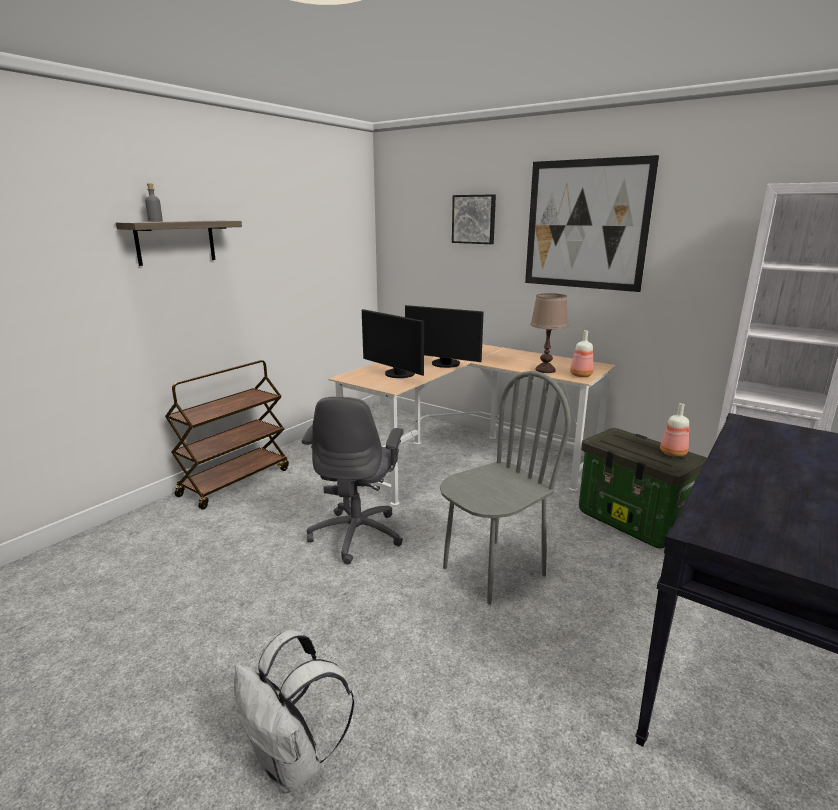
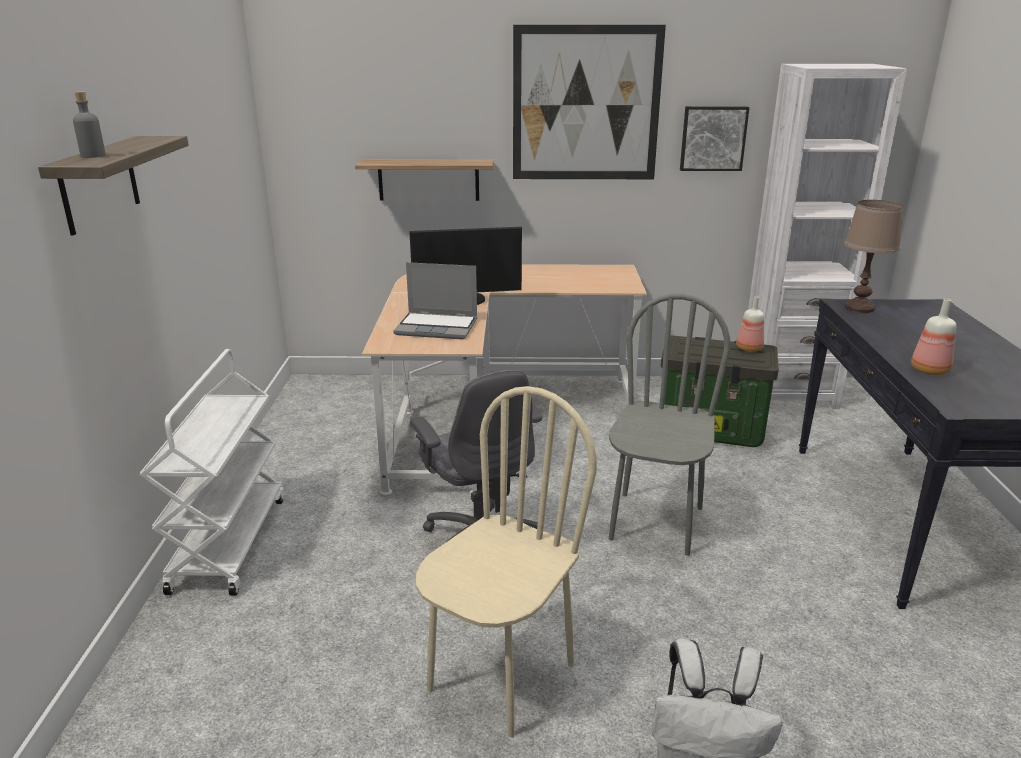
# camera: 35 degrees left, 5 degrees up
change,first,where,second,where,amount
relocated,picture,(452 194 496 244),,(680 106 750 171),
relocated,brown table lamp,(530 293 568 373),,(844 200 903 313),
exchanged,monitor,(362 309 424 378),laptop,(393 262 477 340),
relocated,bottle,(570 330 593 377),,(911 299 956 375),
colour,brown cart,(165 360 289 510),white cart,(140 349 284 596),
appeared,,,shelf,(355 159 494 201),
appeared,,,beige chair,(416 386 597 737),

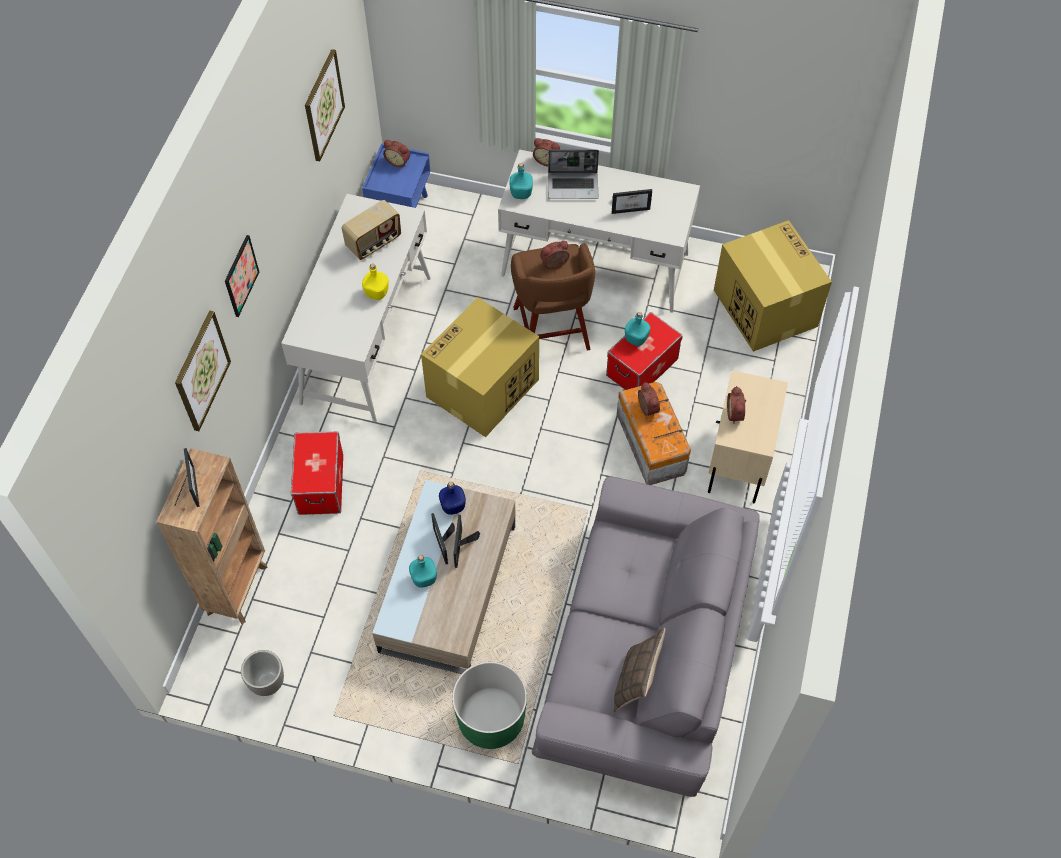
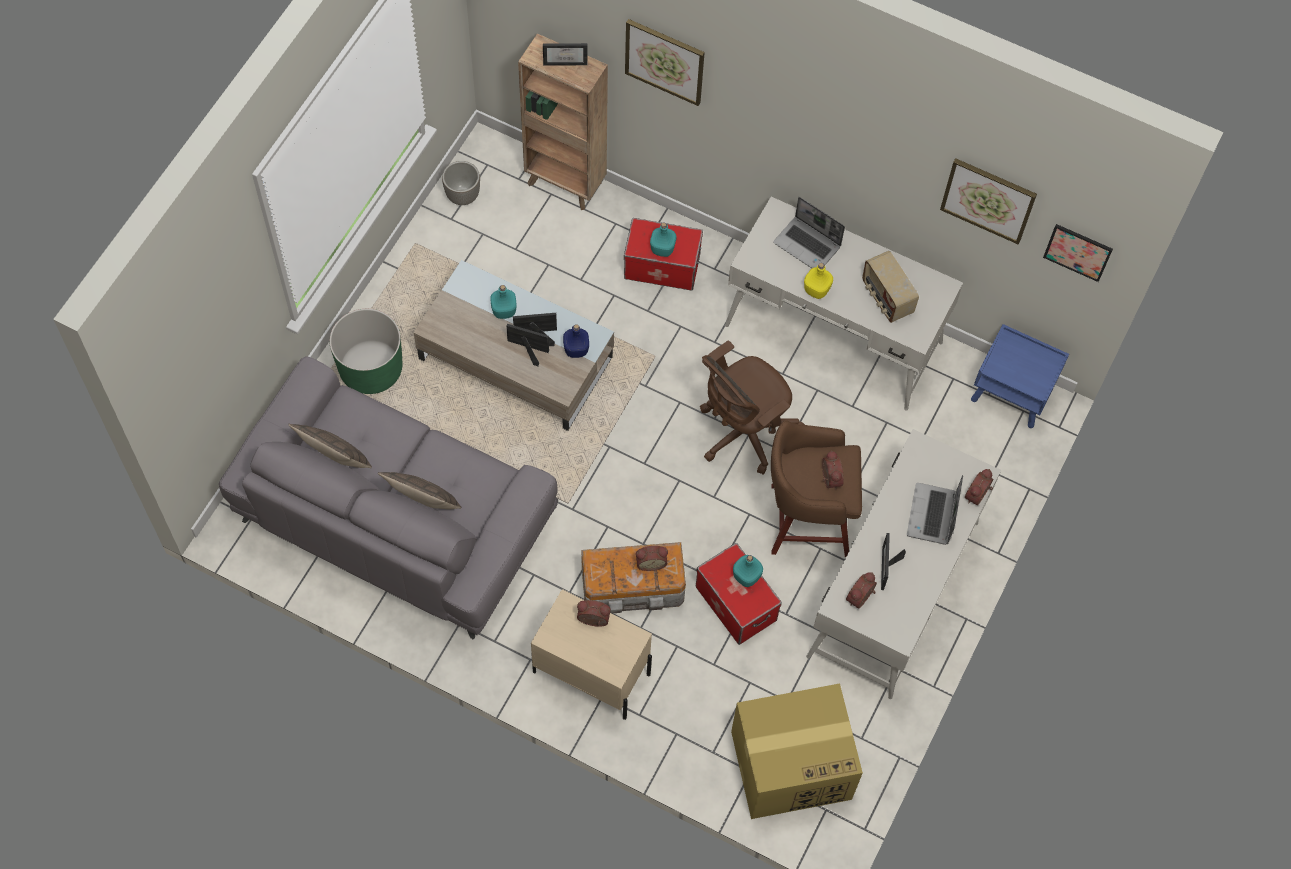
# camera: 100 degrees right, 5 degrees up
change,first,where,second,where,amount
relocated,alarm clock,(383 140 410 167),,(846 572 877 609),
relocated,turquoise bottle,(510 163 533 199),,(650 222 676 257),
relocated,picture,(225 235 259 317),,(1043 224 1113 282),
exchanged,cardboard box,(421 297 539 437),brown office chair,(700 340 805 475),
appeared,,,laptop,(773 197 845 268),
appeared,,,pillow,(378 472 461 509),

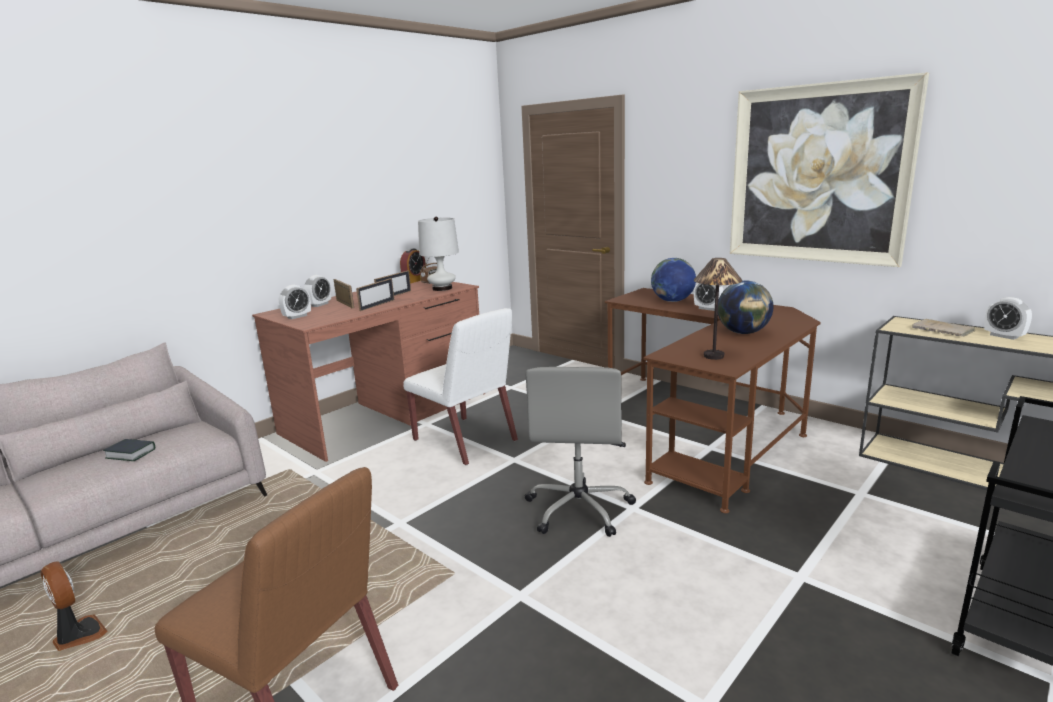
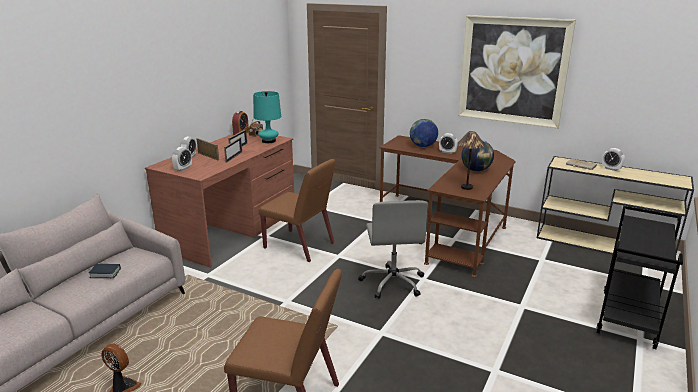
# camera: 15 degrees left, 5 degrees up
change,first,where,second,where,amount
colour,white table lamp,(418 217 459 291),turquoise table lamp,(253 91 281 143),
colour,white chair,(403 308 518 466),brown chair,(259 159 335 262),

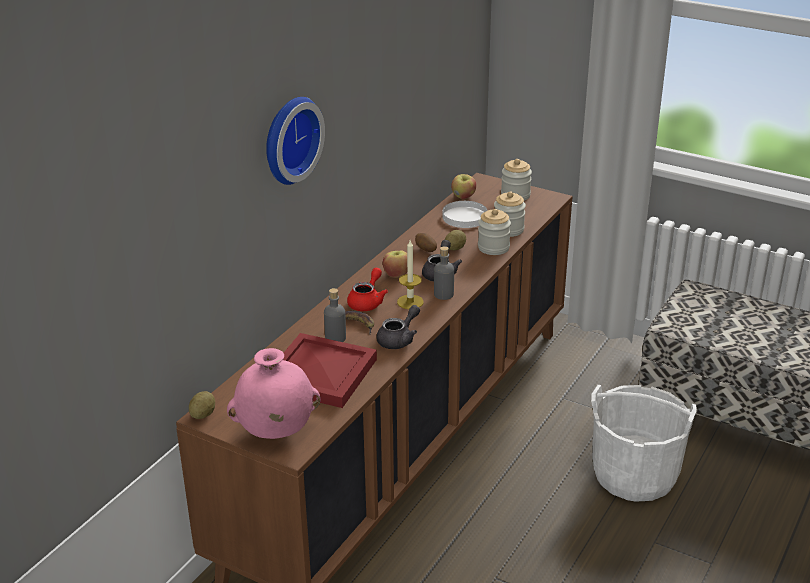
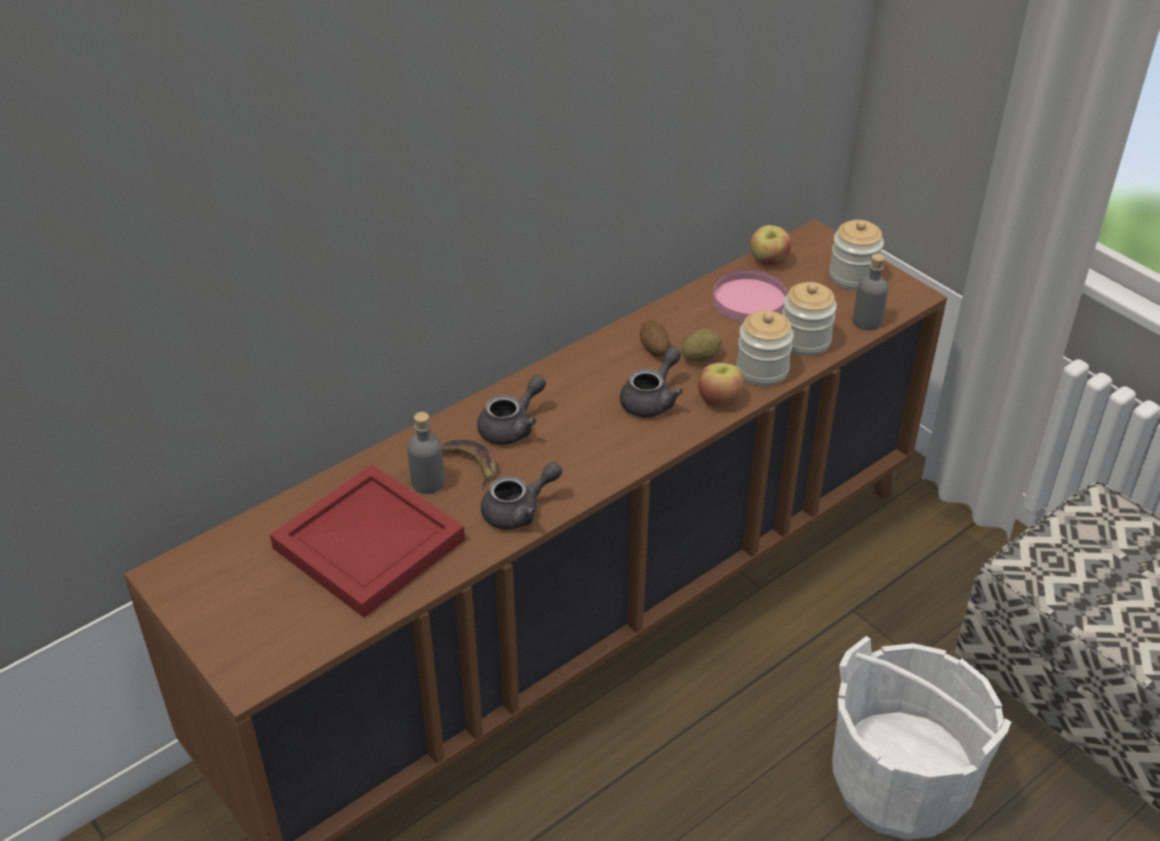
# camera: 20 degrees right, 10 degrees up
change,first,where,second,where,amount
missing,wall clock,(266 97 325 185),,,
colour,white plate,(442 201 488 228),pink plate,(713 270 788 323),
missing,candle,(397 240 424 309),,,
relocated,grey bottle,(434 246 454 300),,(853 254 889 331),
relocated,apple,(383 251 407 278),,(698 363 744 407),
colour,red teapot,(347 268 388 311),grey teapot,(477 375 546 445),
missing,pink vase,(227 348 321 439),,,
missing,potato,(189 391 215 419),,,

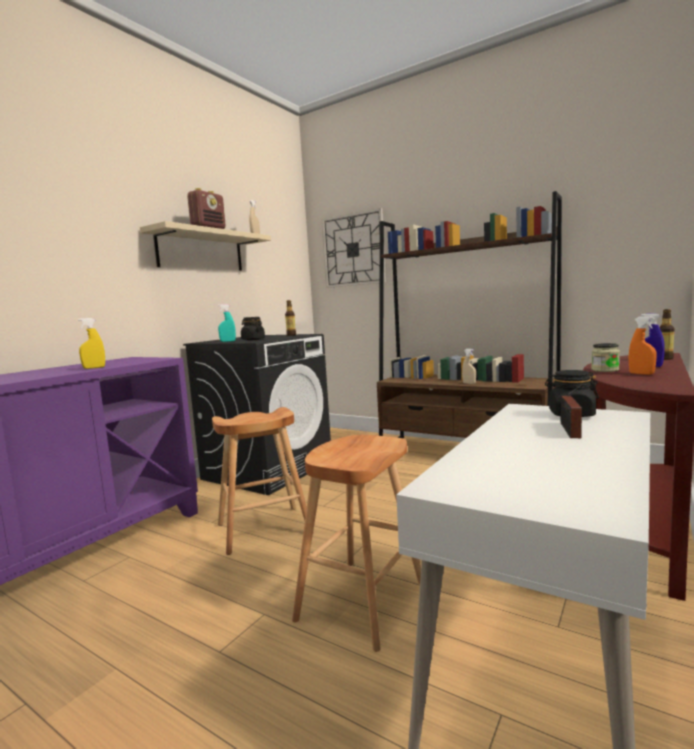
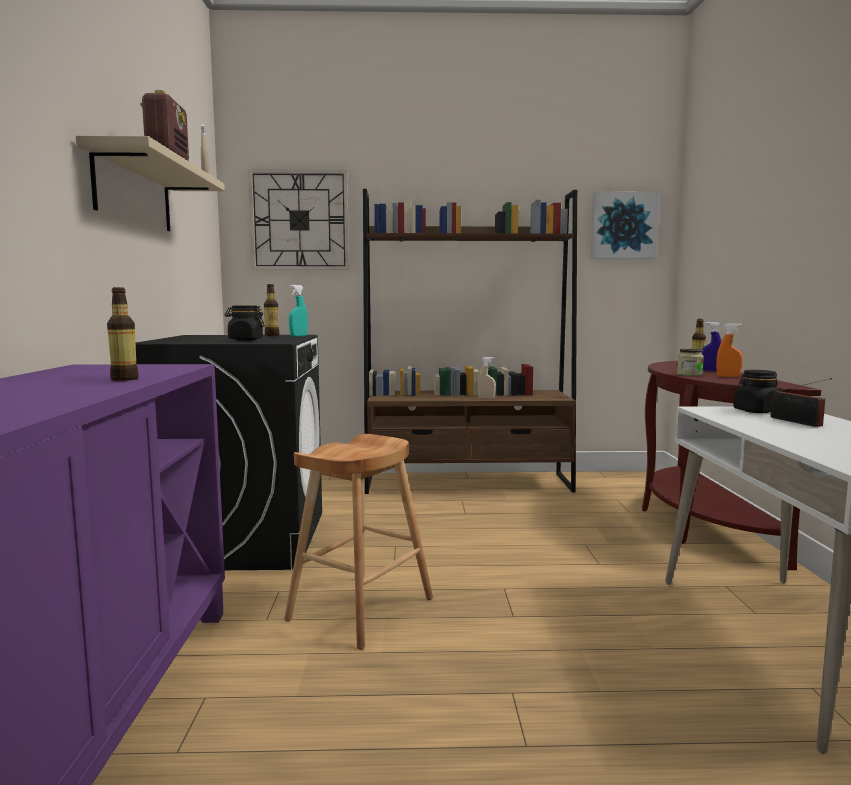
# camera: 35 degrees left, 0 degrees up
change,first,where,second,where,amount
relocated,turquoise spray bottle,(218 304 236 342),,(289 285 308 337),
exchanged,yellow spray bottle,(78 318 105 369),bottle,(107 287 139 381),
missing,brown stool,(292 435 421 652),,,
appeared,,,picture,(591 191 660 259),

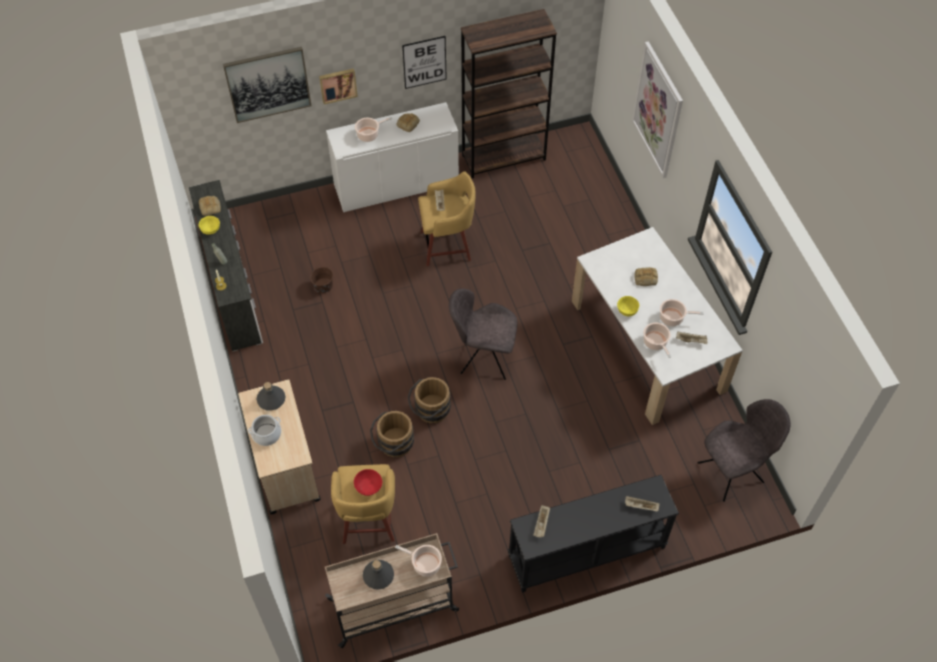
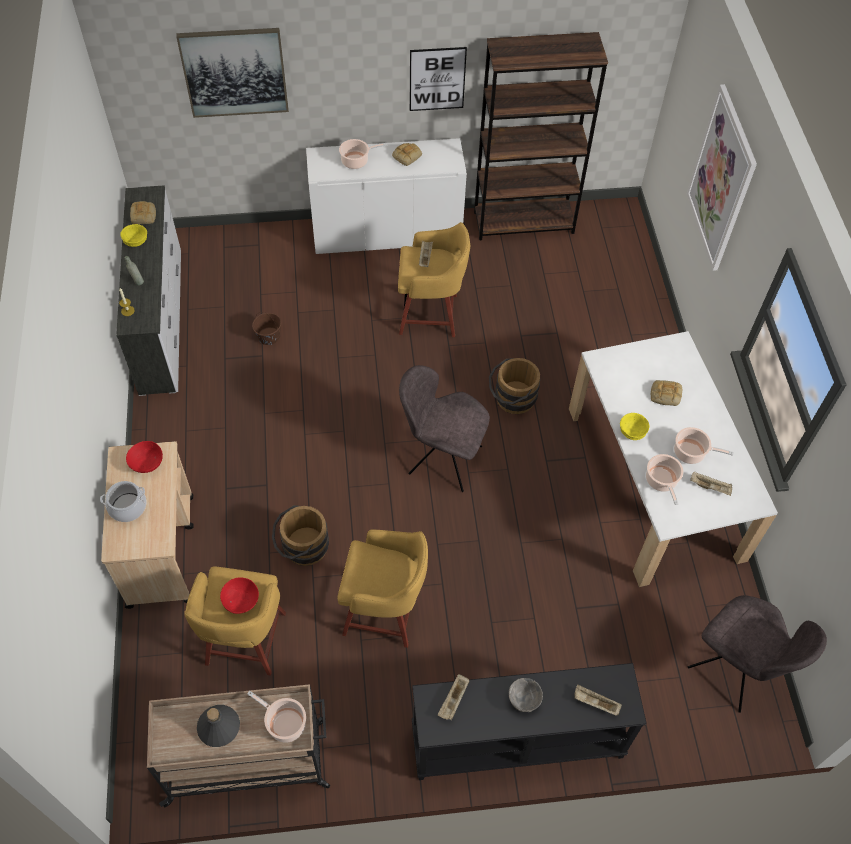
# camera: 10 degrees right, 0 degrees up
change,first,where,second,where,amount
missing,picture,(319 68 358 104),,,
relocated,brown bucket,(408 377 451 423),,(489 358 540 414),
exchanged,grey bottle,(257 382 286 411),red bowl,(126 441 163 473),
spun,grey chair,(698 399 790 502),,(688 595 827 713),60 degrees clockwise
appeared,,,yellow stool,(337 529 428 648),
appeared,,,grey bowl,(508 678 543 712),

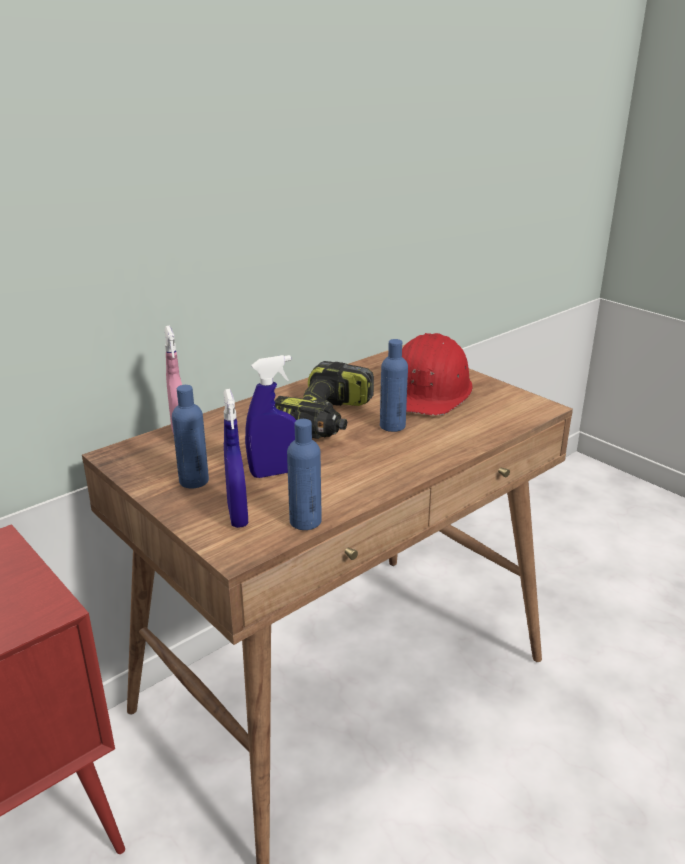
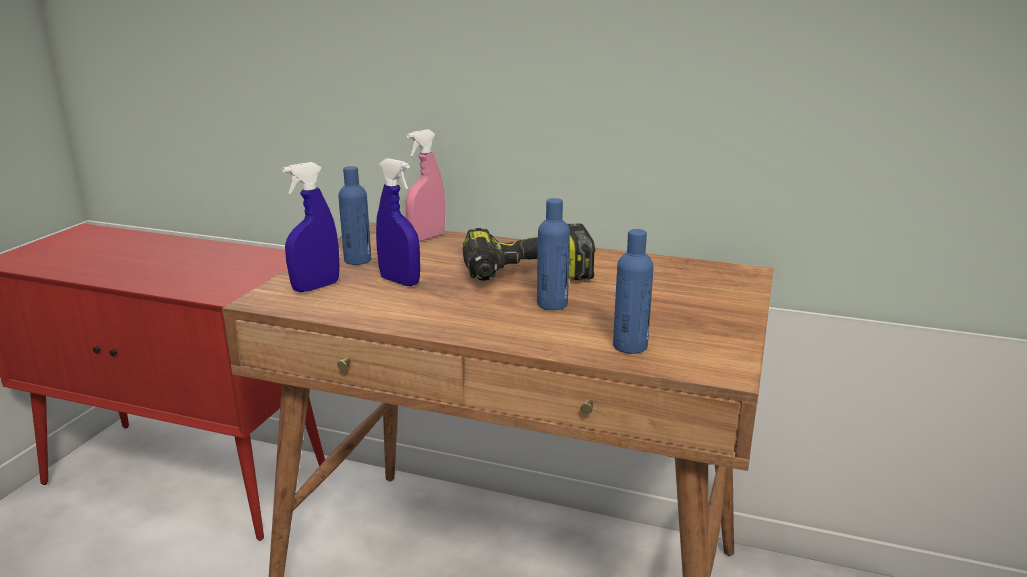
# camera: 60 degrees right, 5 degrees down
change,first,where,second,where,amount
missing,red hard hat,(402 333 473 415),,,
relocated,blue bottle,(287 419 322 530),,(613 229 653 354),

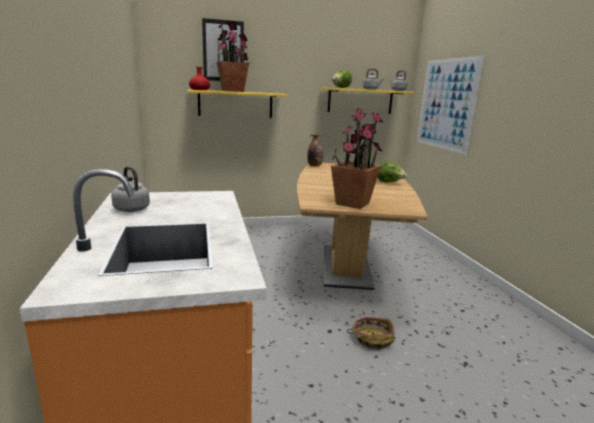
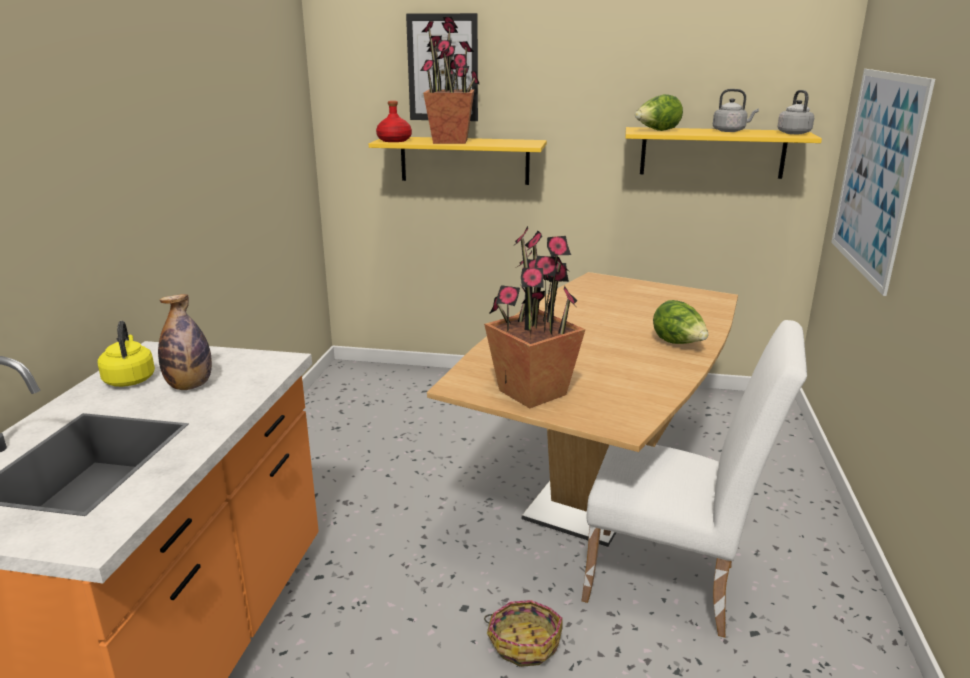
# camera: 25 degrees right, 5 degrees up
change,first,where,second,where,amount
relocated,bottle,(307 134 323 166),,(158 294 212 390),
colour,grey kettle,(111 166 150 212),yellow kettle,(97 321 155 387),
appeared,,,white chair,(582 320 807 638),

